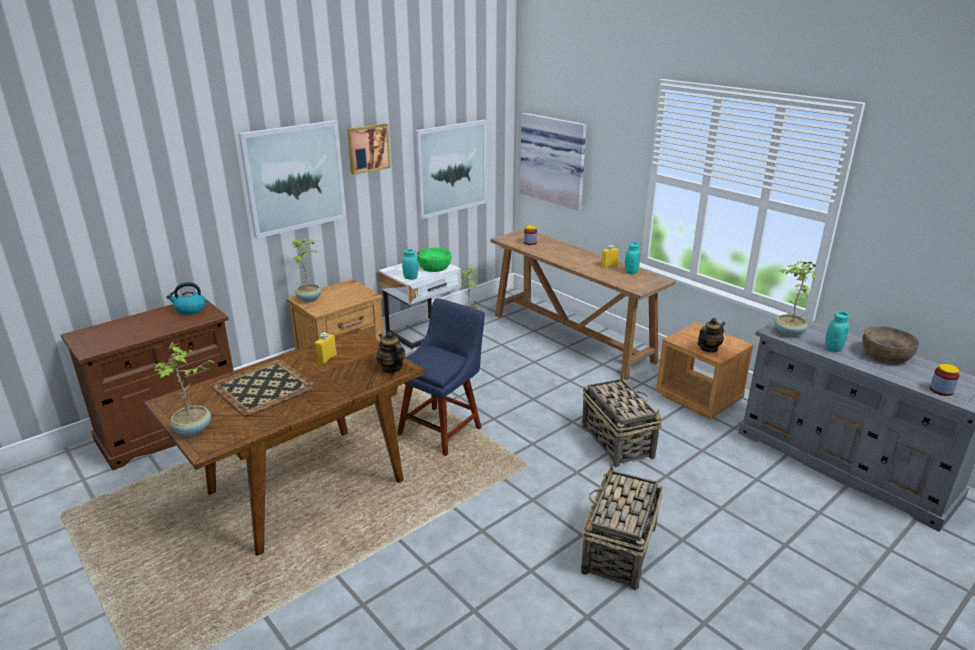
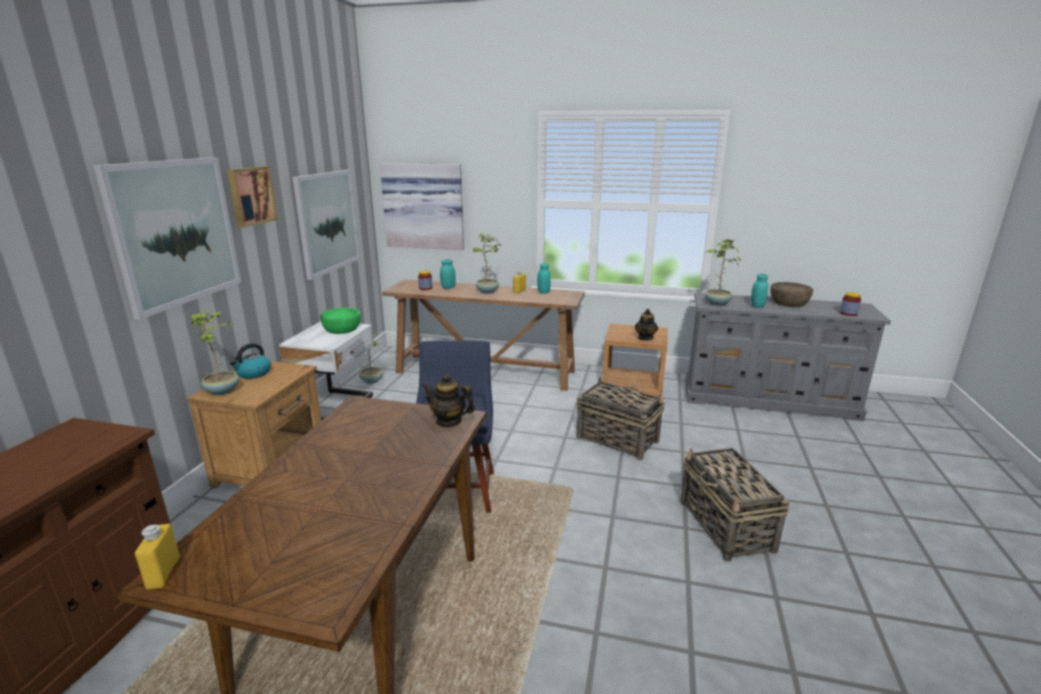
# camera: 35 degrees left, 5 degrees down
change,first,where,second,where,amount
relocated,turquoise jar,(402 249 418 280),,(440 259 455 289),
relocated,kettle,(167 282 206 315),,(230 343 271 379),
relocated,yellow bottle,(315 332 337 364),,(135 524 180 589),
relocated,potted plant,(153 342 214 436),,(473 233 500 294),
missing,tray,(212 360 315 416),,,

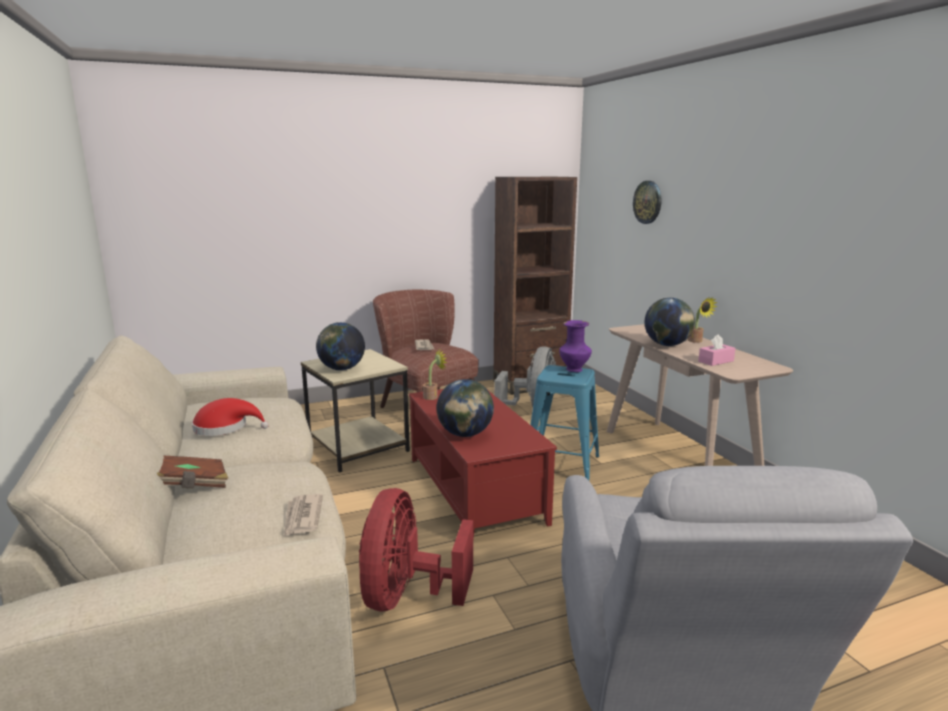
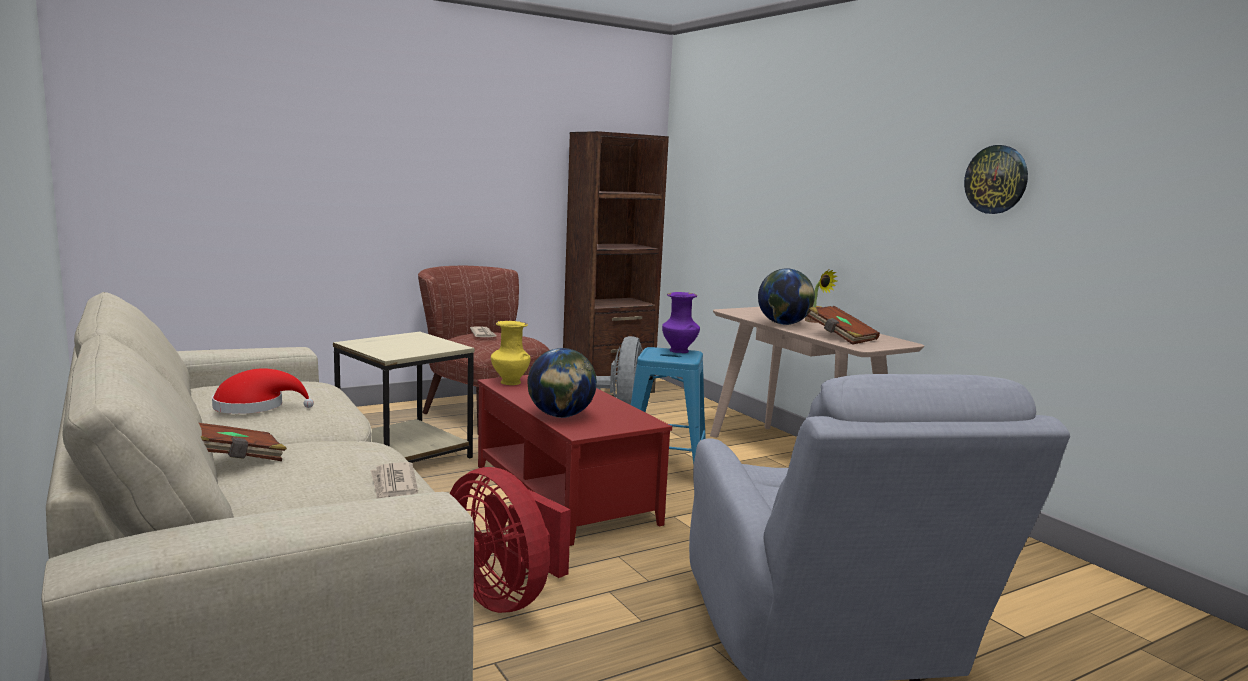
# camera: 10 degrees left, 5 degrees down
change,first,where,second,where,amount
relocated,wall clock,(633 181 661 224),,(964 145 1028 214),
missing,globe,(316 322 365 371),,,
exchanged,pink tissue box,(698 334 735 366),brown book,(808 306 880 345),
exchanged,potted plant,(423 349 447 400),yellow vase,(491 321 530 385),
spun,red fan,(359 488 473 611),,(450 467 571 613),45 degrees counterclockwise

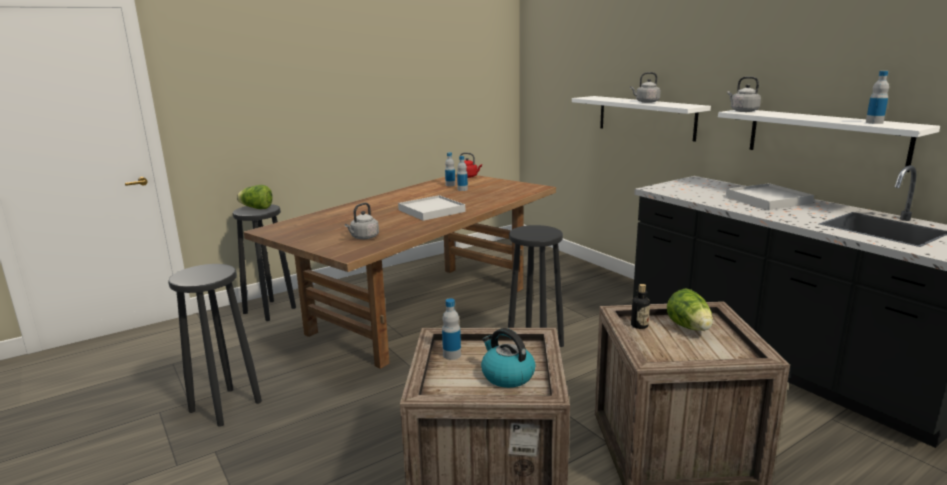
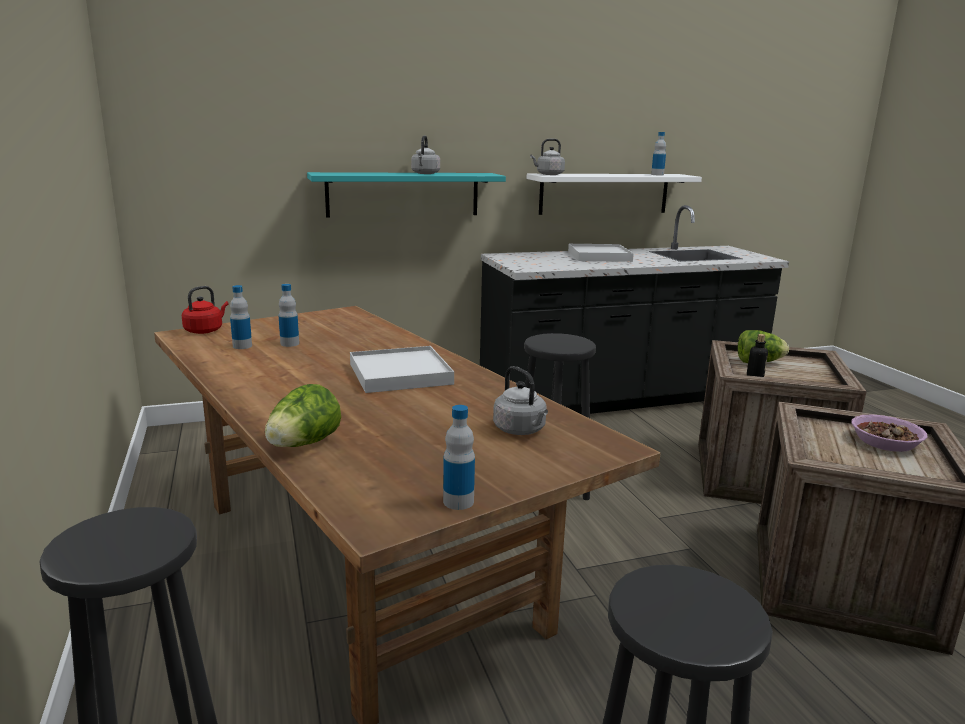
# camera: 75 degrees left, 0 degrees up
change,first,where,second,where,amount
colour,white shelf,(572 96 711 142),turquoise shelf,(307 172 506 218),
relocated,lettuce,(237 185 273 209),,(265 384 341 447),
relocated,bottle,(442 298 461 360),,(443 405 475 510),
exchanged,kettle,(481 328 536 388),bowl,(852 415 928 452),

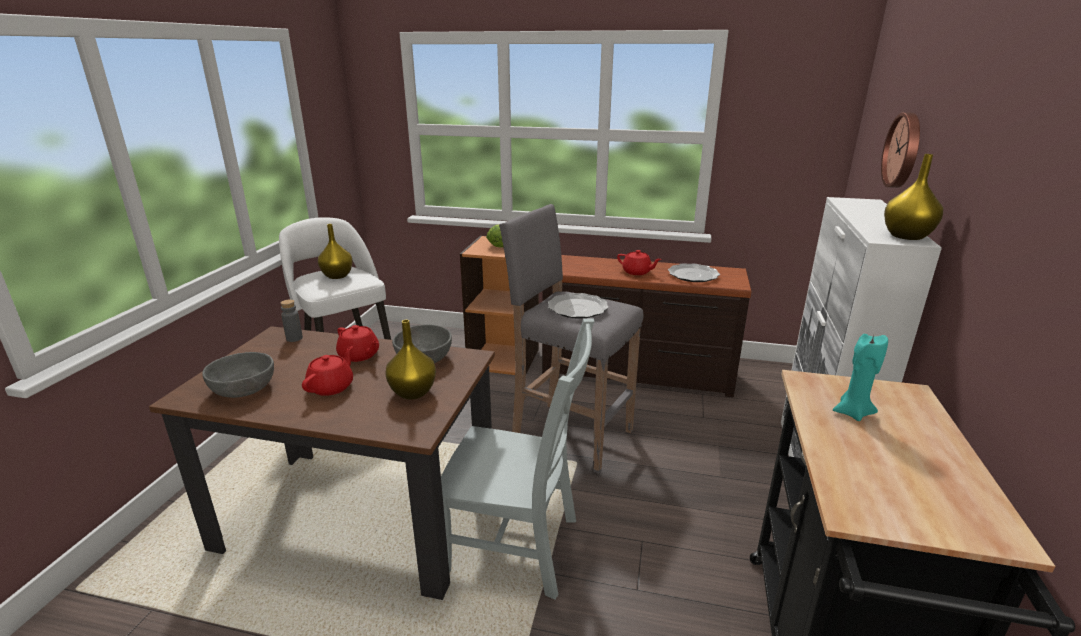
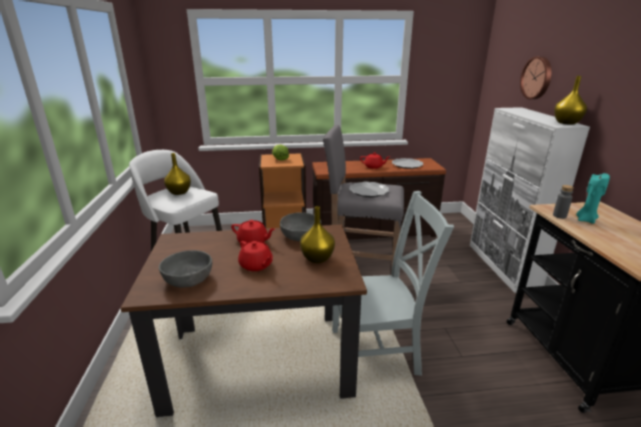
# camera: 20 degrees left, 0 degrees up
change,first,where,second,where,amount
relocated,grey bottle,(281 299 303 342),,(553 185 574 219),
spun,red teapot,(302 346 353 396),,(238 241 273 271),135 degrees clockwise

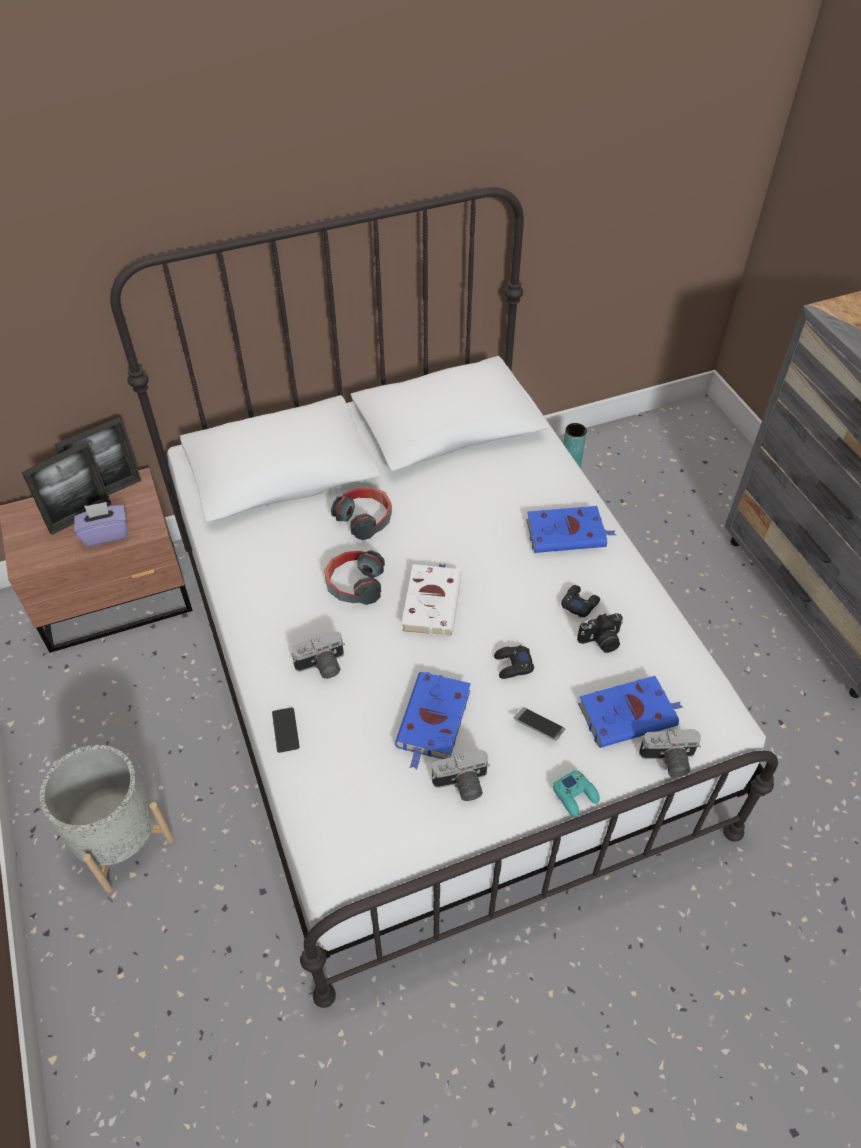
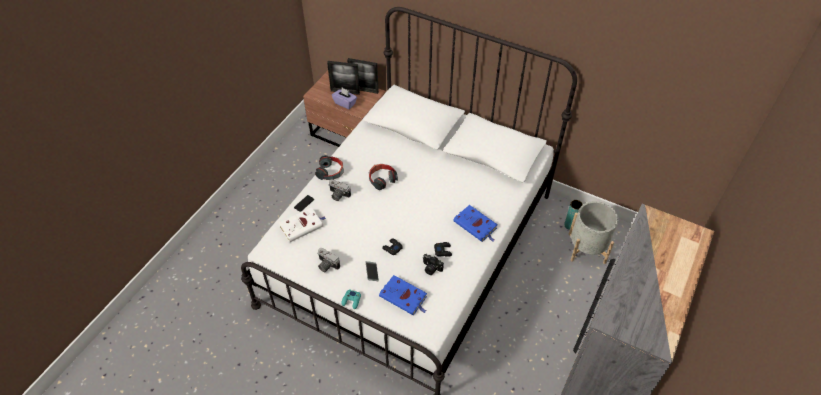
# camera: 50 degrees right, 0 degrees up
change,first,where,second,where,amount
relocated,headphones,(331 487 392 540),,(315 155 344 180),
relocated,white book,(401 564 462 637),,(279 207 326 242),
missing,blue book,(395 672 471 770),,,
missing,photo camera,(639 729 701 777),,,
relocated,grey planter,(40 745 174 893),,(569 201 618 264),

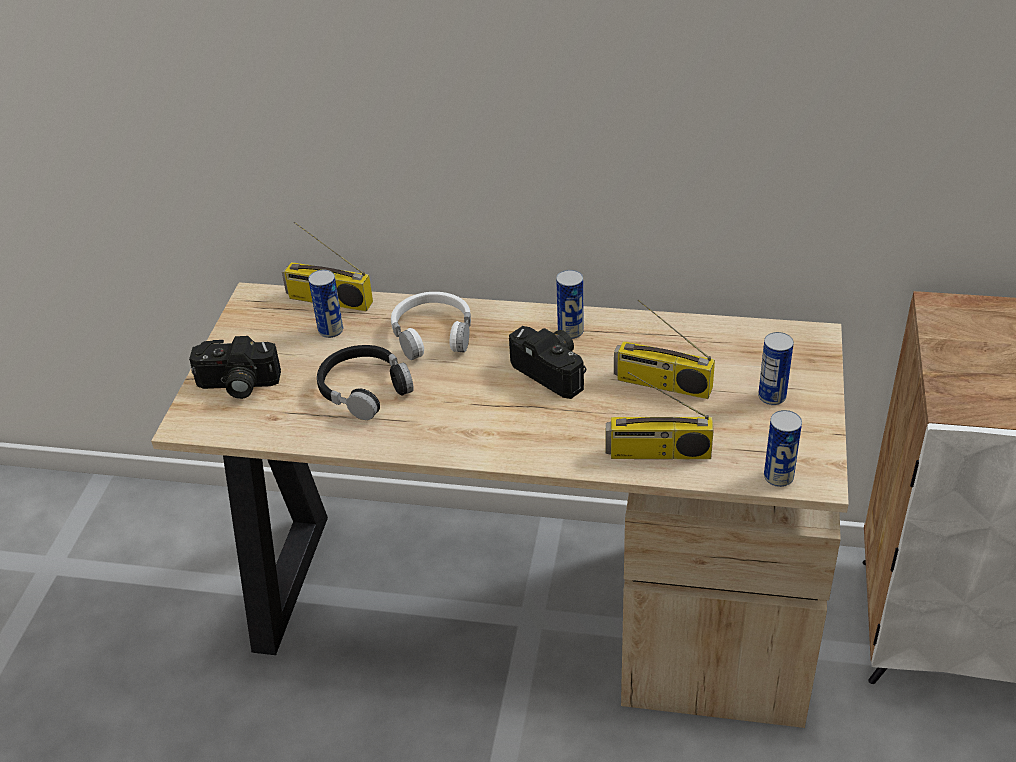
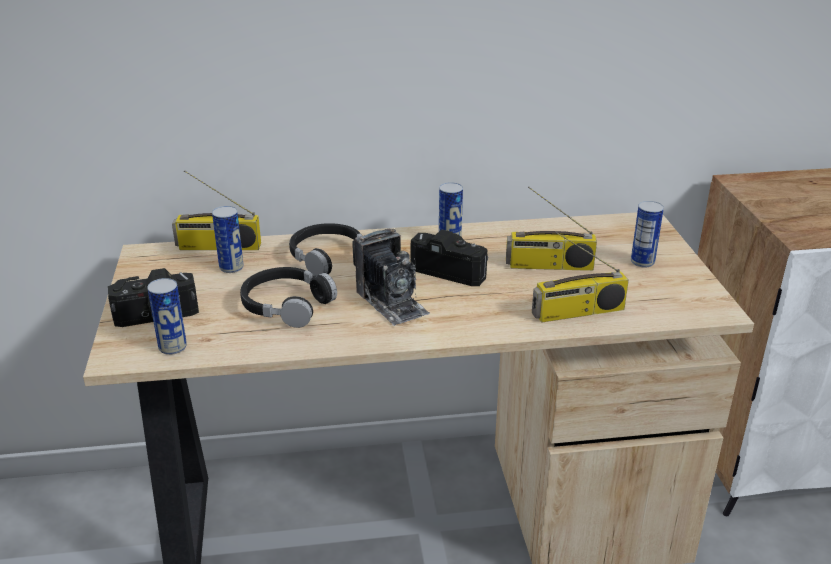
# camera: 20 degrees left, 10 degrees down
change,first,where,second,where,amount
colour,white headphones,(391 292 471 360),black headphones,(289 223 362 276),
relocated,can,(764 410 802 487),,(147 278 187 355),
appeared,,,photo camera,(354 228 430 326),

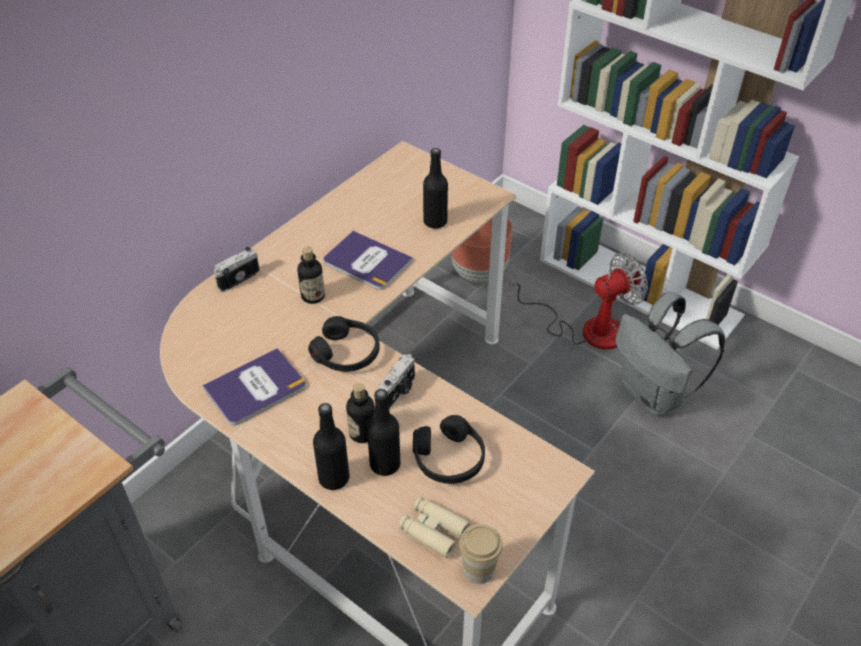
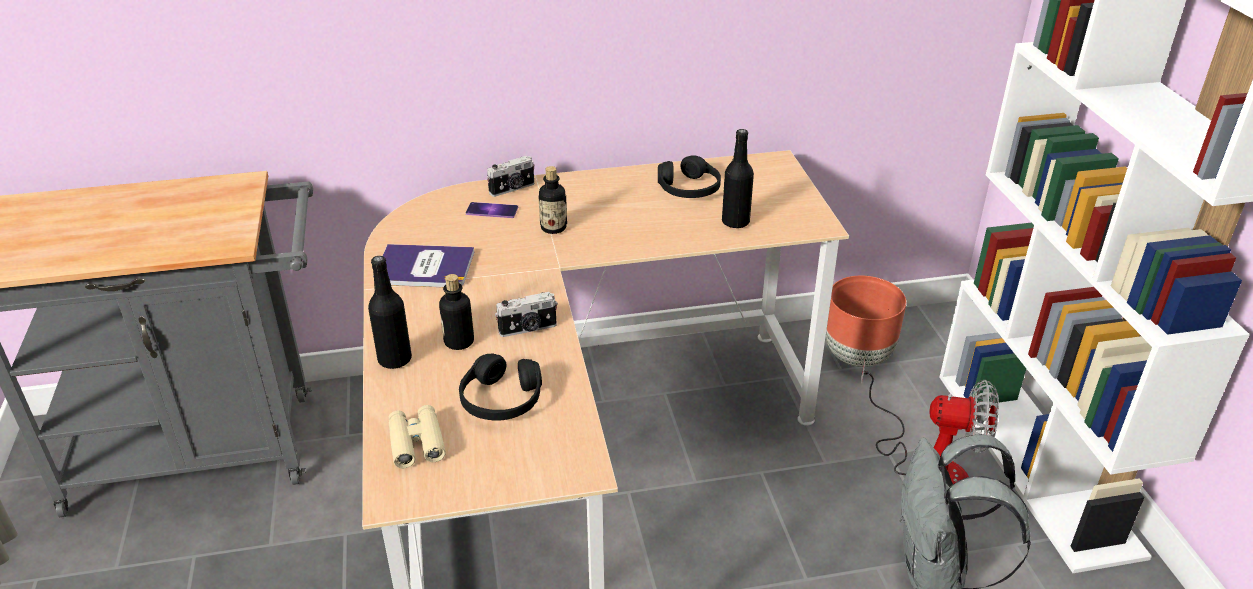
# camera: 40 degrees right, 10 degrees down
change,first,where,second,where,amount
missing,book,(324 231 413 290),,,
spun,photo camera,(214 247 260 292),,(487 156 534 197),150 degrees clockwise
relocated,black headphones,(308 316 380 372),,(658 156 721 198),
missing,black bottle,(367 389 400 476),,,
missing,cup,(459 524 503 584),,,
appeared,,,phone,(466 202 518 218),

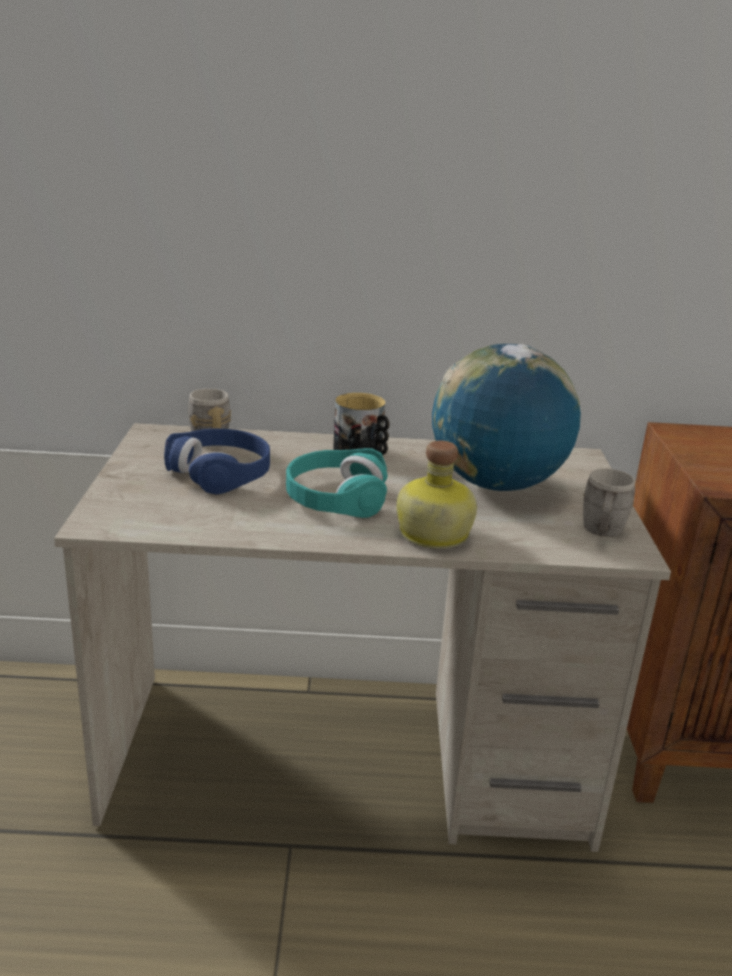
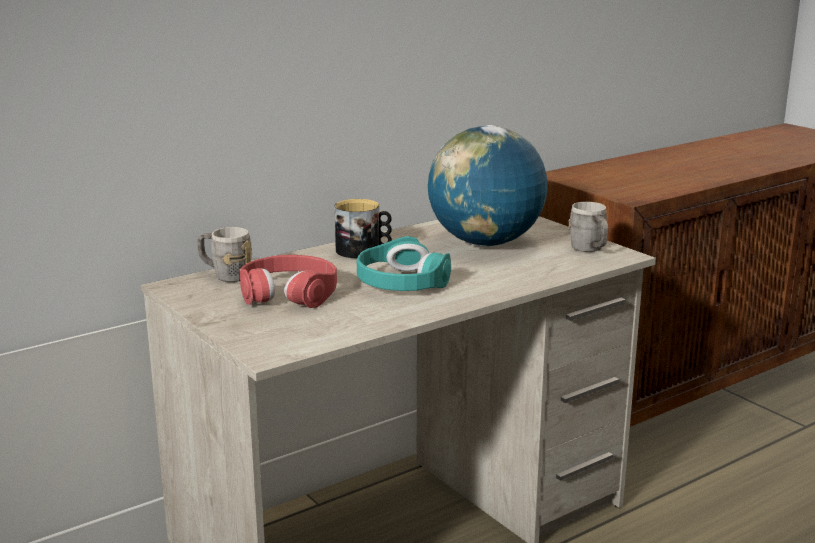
# camera: 35 degrees left, 5 degrees down
change,first,where,second,where,amount
colour,blue headphones,(164 428 270 495),red headphones,(240 255 337 308),
missing,bottle,(397 440 477 549),,,

